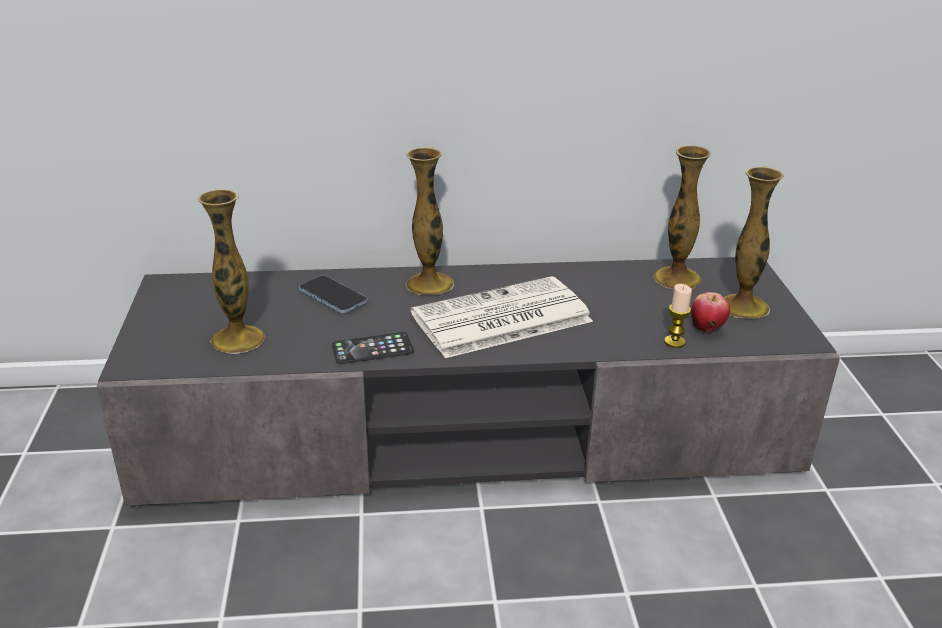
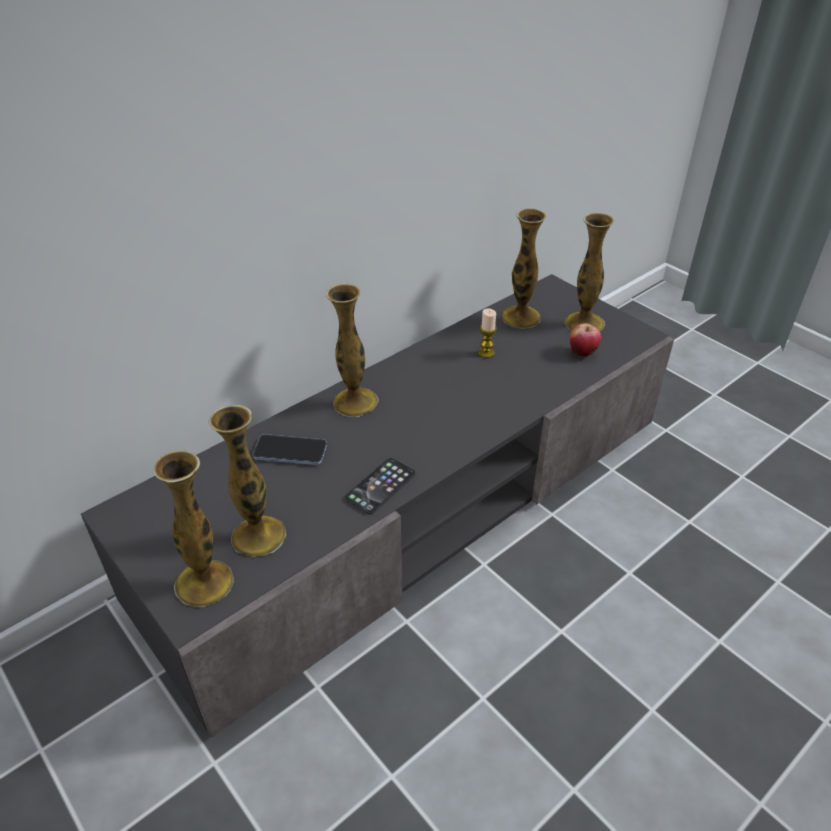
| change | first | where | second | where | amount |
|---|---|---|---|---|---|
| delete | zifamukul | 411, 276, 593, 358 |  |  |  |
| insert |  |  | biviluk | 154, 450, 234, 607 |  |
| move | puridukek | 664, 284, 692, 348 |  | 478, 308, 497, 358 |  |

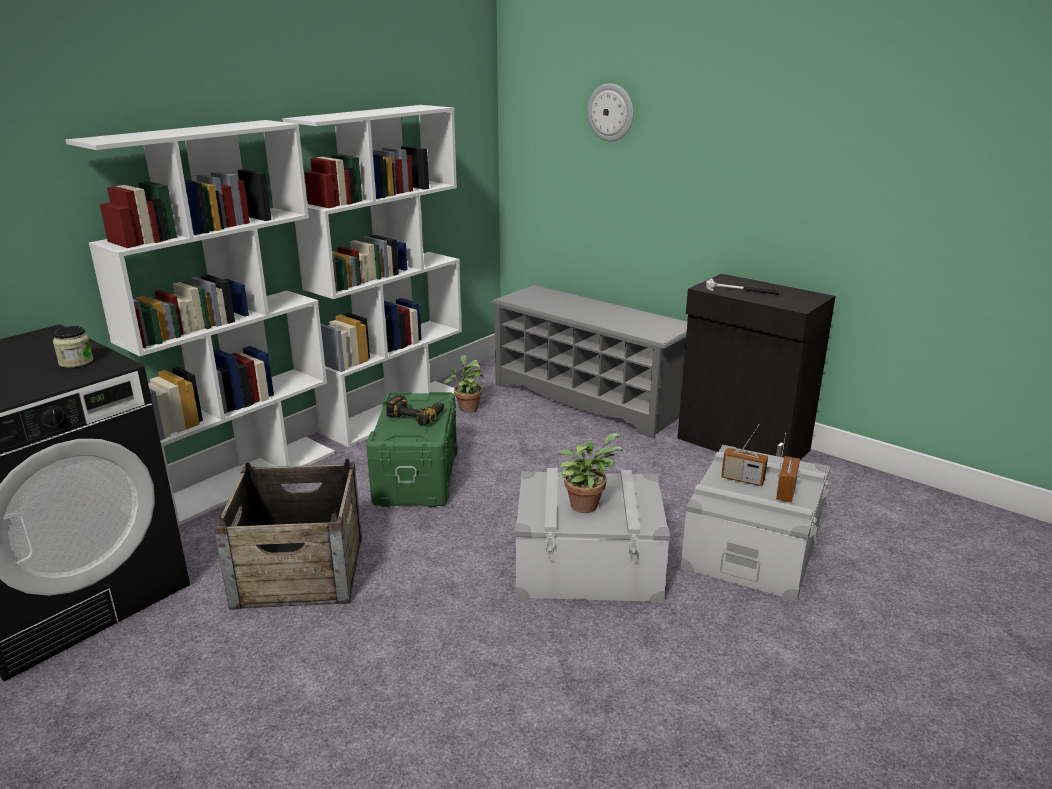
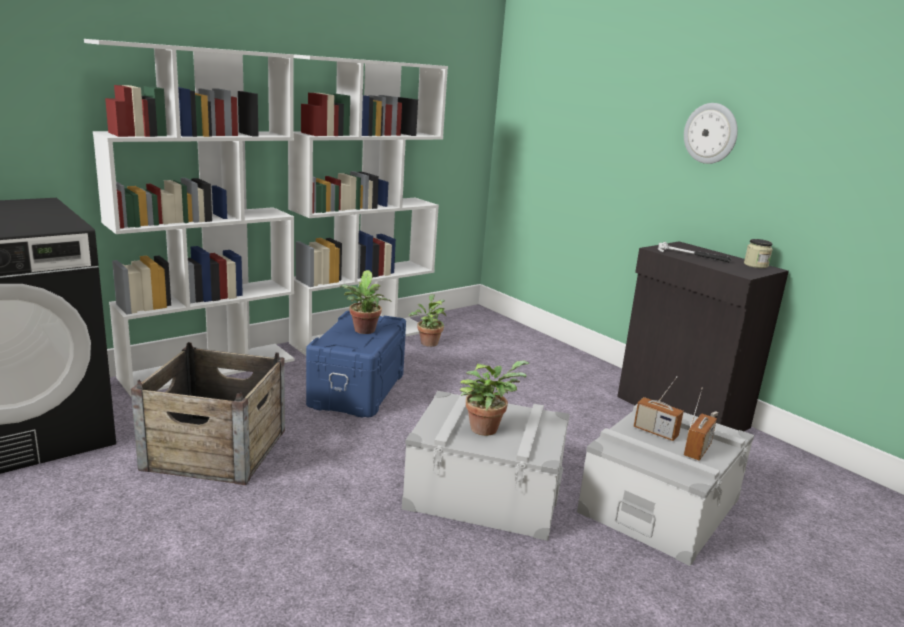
| change | first | where | second | where | amount |
|---|---|---|---|---|---|
| delete | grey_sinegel | 491, 285, 687, 439 |  |  |  |
| move | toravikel | 53, 326, 94, 368 |  | 744, 239, 773, 268 |  |
| move | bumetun | 587, 83, 633, 141 |  | 684, 103, 738, 164 |  |
| replace | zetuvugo | 386, 395, 444, 426 | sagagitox | 340, 270, 392, 334 |  |
| recolor | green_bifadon | 366, 392, 458, 507 | blue_bifadon | 306, 311, 406, 418 |  |

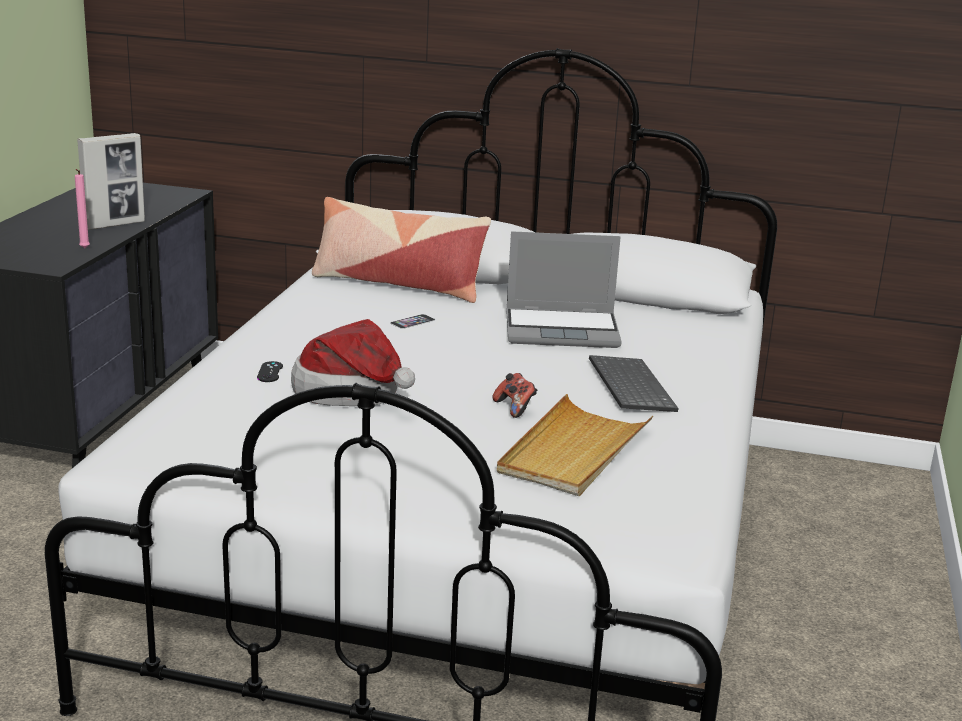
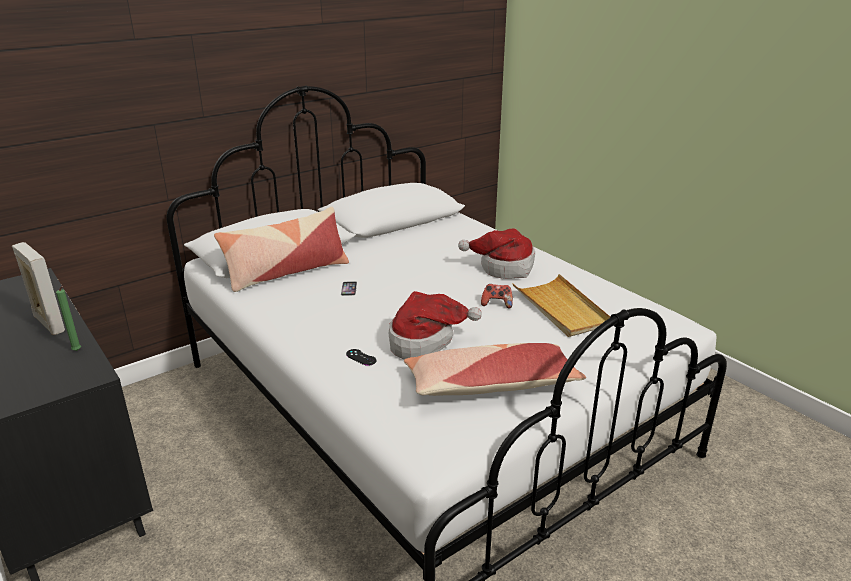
| change | first | where | second | where | amount |
|---|---|---|---|---|---|
| delete | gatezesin | 506, 231, 622, 348 |  |  |  |
| insert |  |  | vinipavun | 404, 343, 586, 396 |  |
| replace | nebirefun | 589, 355, 679, 412 | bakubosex | 458, 228, 535, 279 |  |
| recolor | pink_puridukek | 75, 169, 90, 248 | green_puridukek | 56, 286, 81, 351 |  |
| rotate | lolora | 77, 133, 145, 230 |  | 12, 242, 65, 335 | 45 degrees counterclockwise |

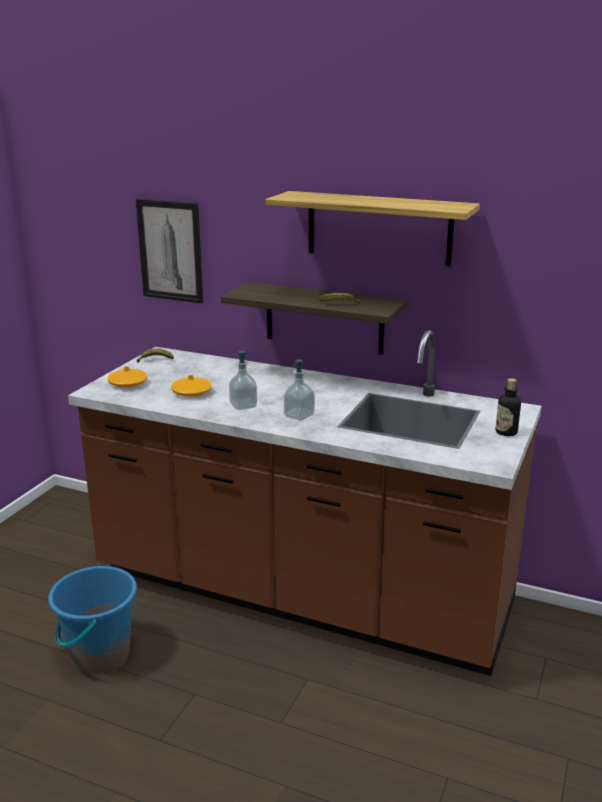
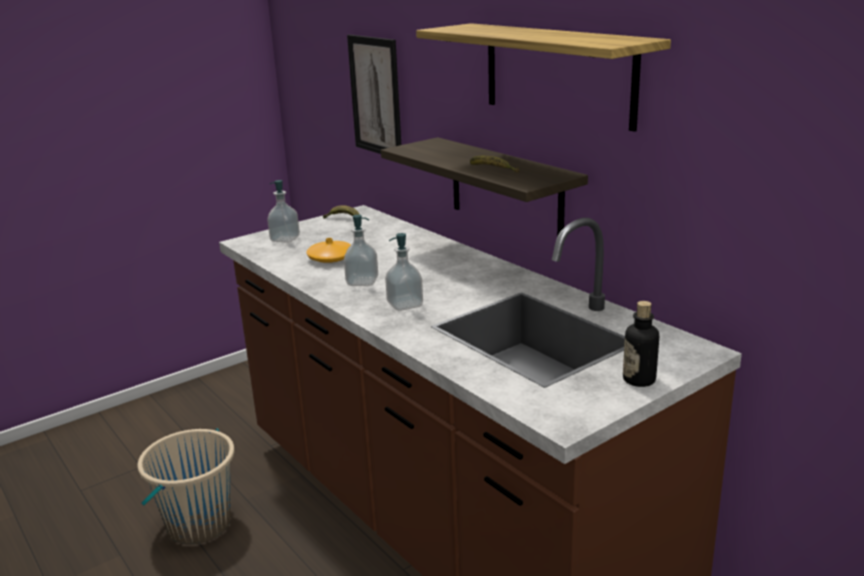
| change | first | where | second | where | amount |
|---|---|---|---|---|---|
| replace | orange_biviluk | 107, 367, 147, 388 | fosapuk | 267, 180, 300, 243 |  |
| recolor | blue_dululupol | 48, 565, 137, 673 | beige_dululupol | 137, 429, 235, 544 |  |

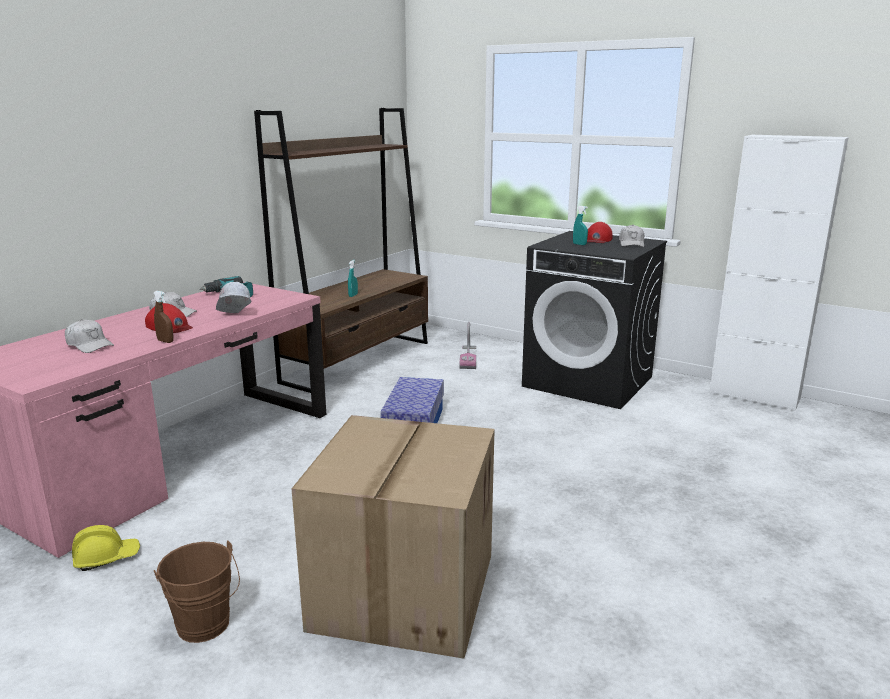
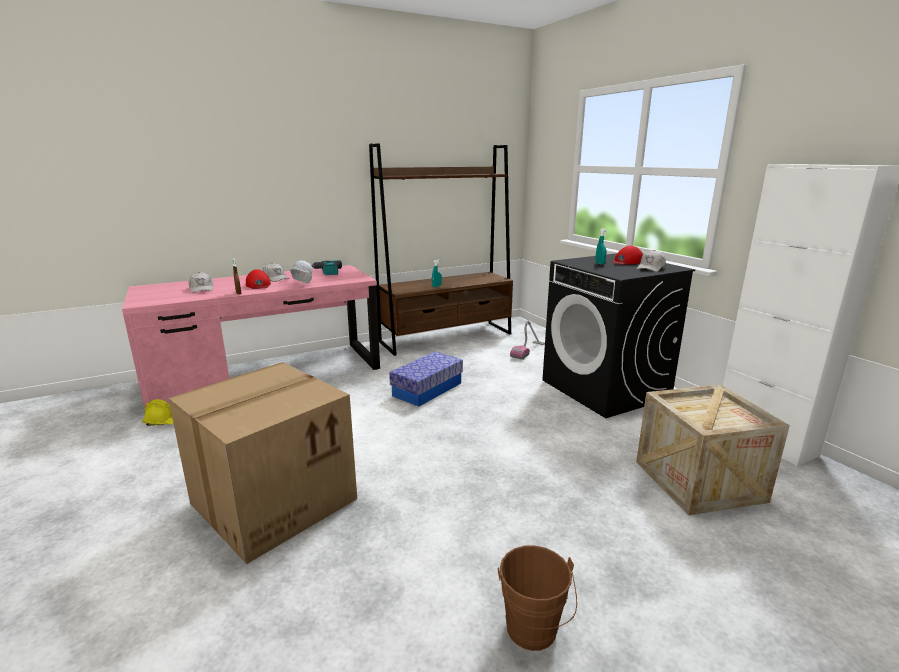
| change | first | where | second | where | amount |
|---|---|---|---|---|---|
| insert |  |  | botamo | 636, 385, 790, 516 |  |
| move | brown_dululupol | 154, 540, 240, 643 |  | 498, 545, 577, 651 |  |

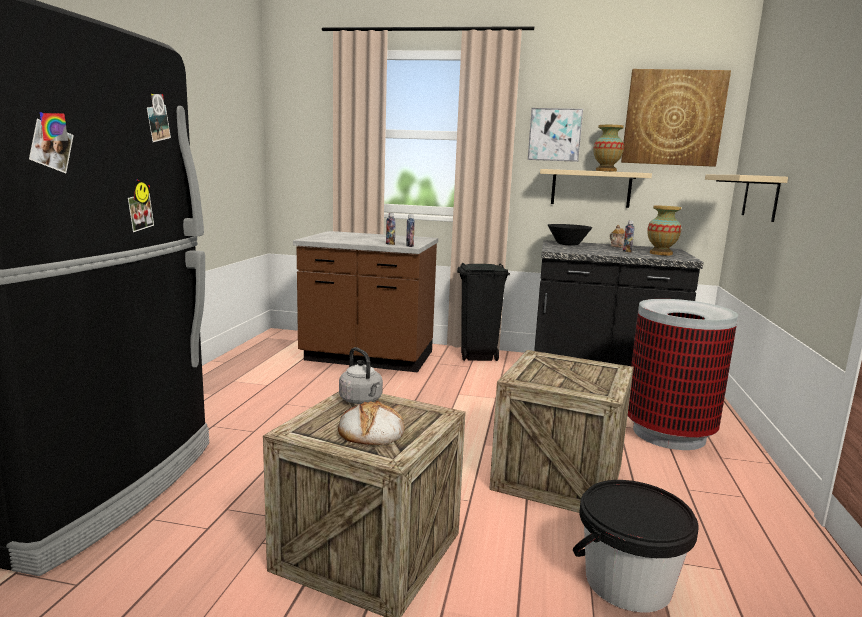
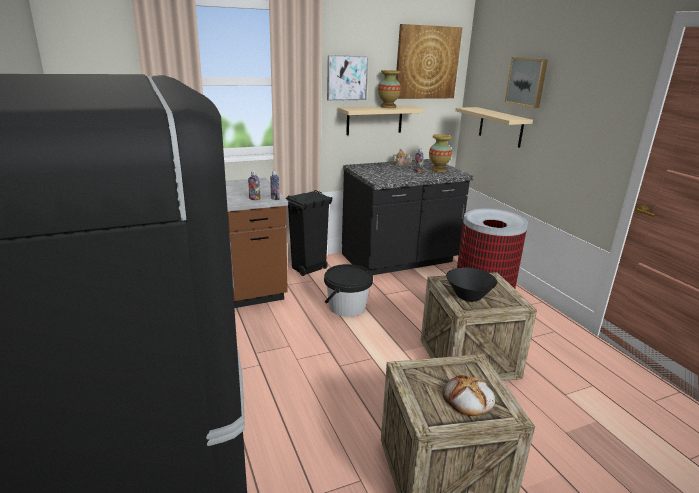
| change | first | where | second | where | amount |
|---|---|---|---|---|---|
| delete | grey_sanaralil | 339, 347, 383, 404 |  |  |  |
| insert |  |  | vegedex | 505, 57, 548, 108 |  |
| move | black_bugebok | 548, 224, 592, 246 |  | 446, 267, 497, 302 |  |
| move | black_dululupol | 573, 480, 699, 613 |  | 324, 264, 373, 317 |  |

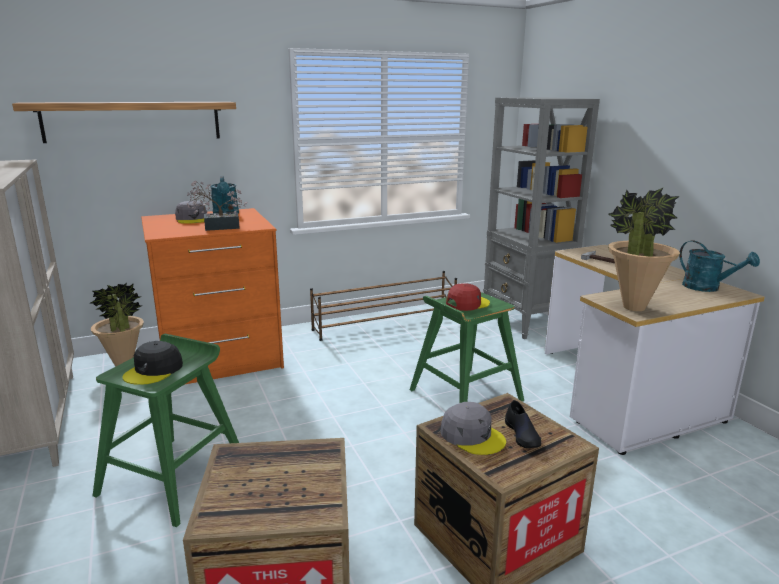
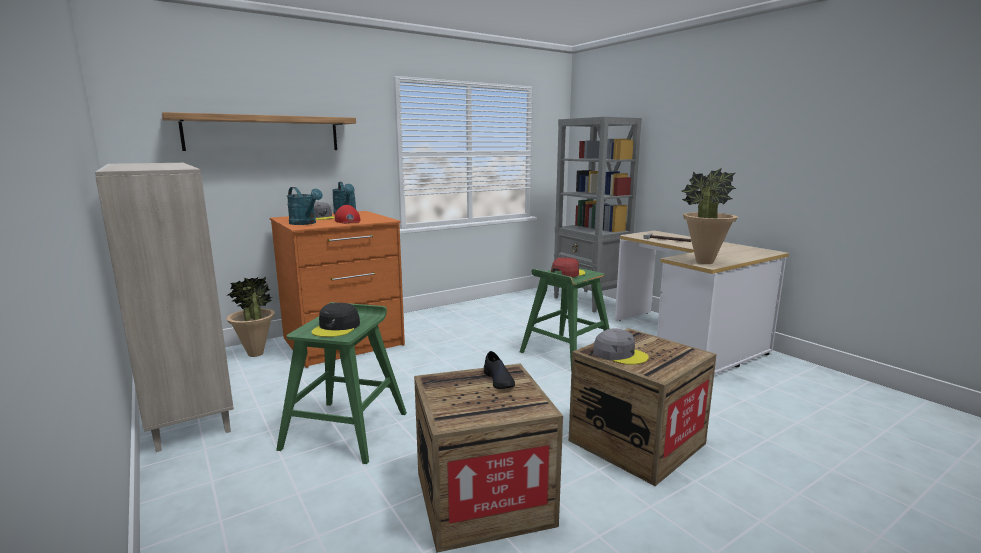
| change | first | where | second | where | amount |
|---|---|---|---|---|---|
| delete | brown_sinegel | 310, 271, 457, 341 |  |  |  |
| move | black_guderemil | 505, 400, 541, 448 |  | 484, 351, 515, 389 |  |
| move | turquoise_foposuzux | 679, 240, 760, 292 |  | 287, 187, 323, 225 |  |
| replace | sagagitox | 187, 180, 247, 231 | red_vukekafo | 335, 205, 361, 224 |  |

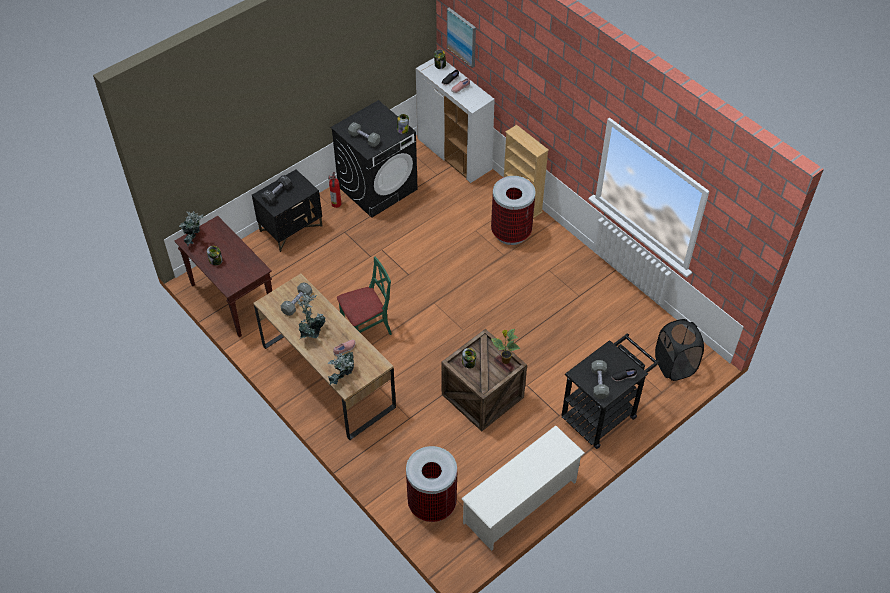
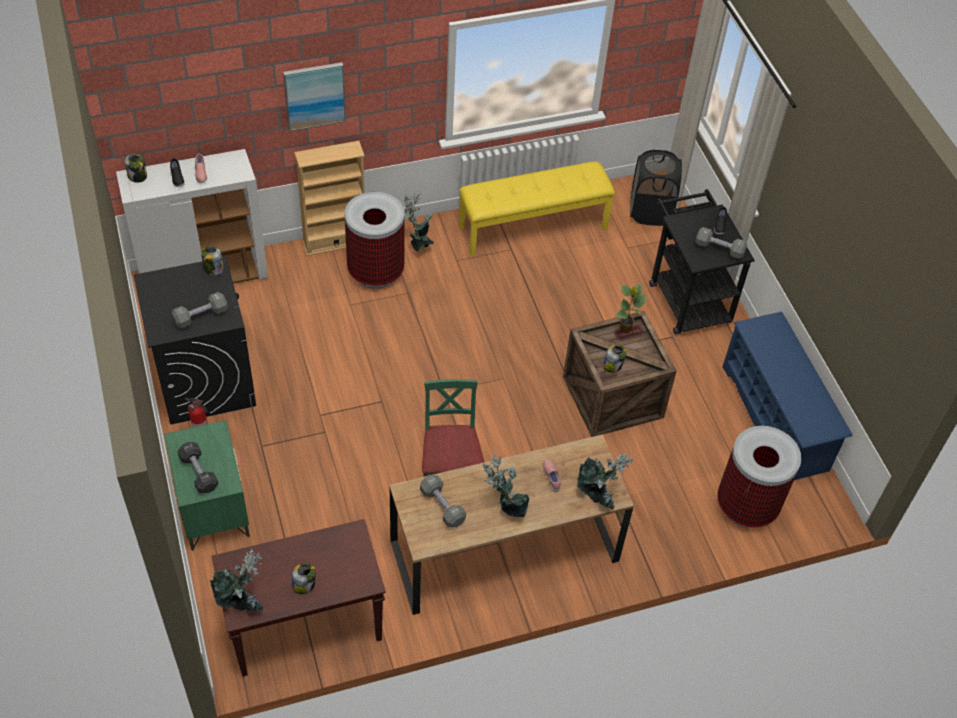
| change | first | where | second | where | amount |
|---|---|---|---|---|---|
| insert |  |  | sagagitox | 403, 194, 434, 251 |  |
| insert |  |  | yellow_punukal | 459, 161, 615, 256 |  |
| move | vegedex | 447, 8, 476, 68 |  | 283, 62, 346, 132 |  |
| recolor | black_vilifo | 252, 169, 322, 252 | green_vilifo | 164, 420, 250, 551 |  |
| recolor | white_sinegel | 461, 425, 585, 551 | blue_sinegel | 723, 312, 852, 480 |  |

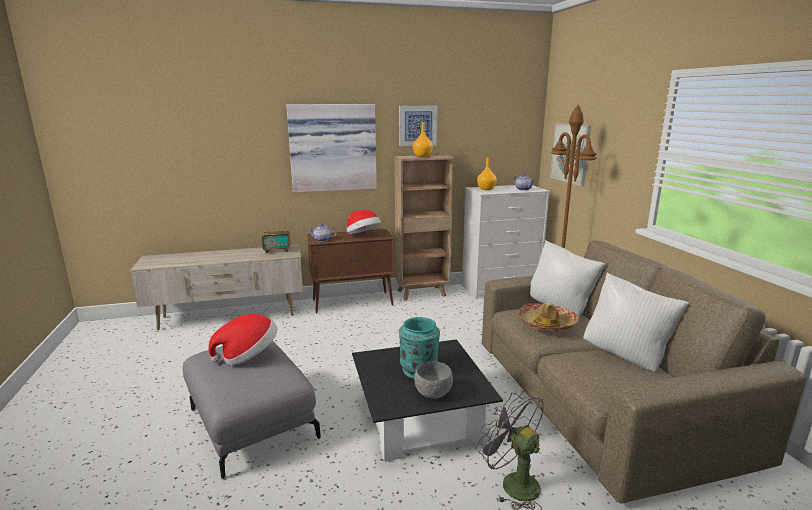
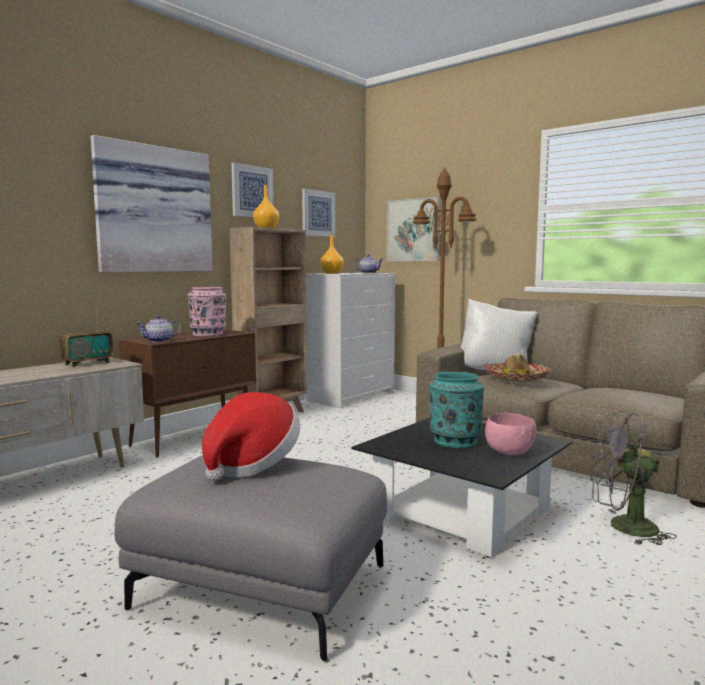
| change | first | where | second | where | amount |
|---|---|---|---|---|---|
| delete | white_vinipavun | 583, 272, 689, 372 |  |  |  |
| insert |  |  | vegedex | 302, 189, 335, 237 |  |
| replace | bakubosex | 346, 210, 381, 234 | pink_biviluk | 188, 287, 227, 336 |  |
| recolor | grey_bugebok | 414, 361, 453, 399 | pink_bugebok | 485, 413, 537, 455 |  |

